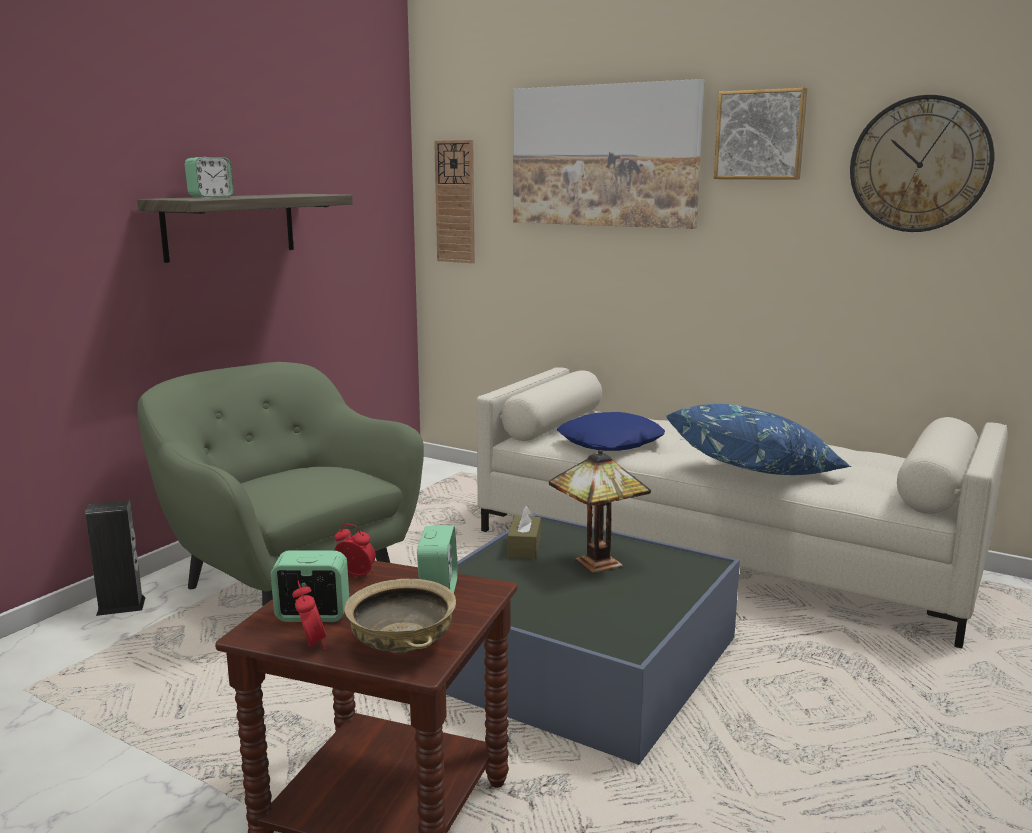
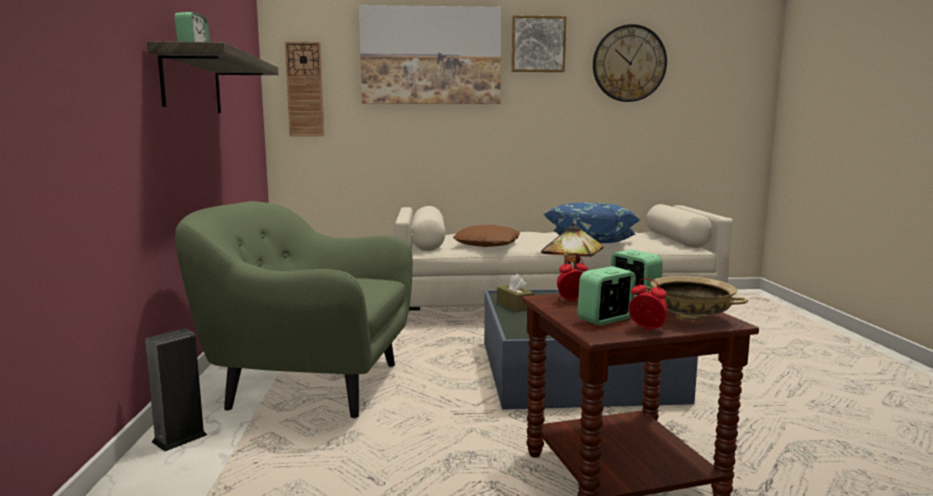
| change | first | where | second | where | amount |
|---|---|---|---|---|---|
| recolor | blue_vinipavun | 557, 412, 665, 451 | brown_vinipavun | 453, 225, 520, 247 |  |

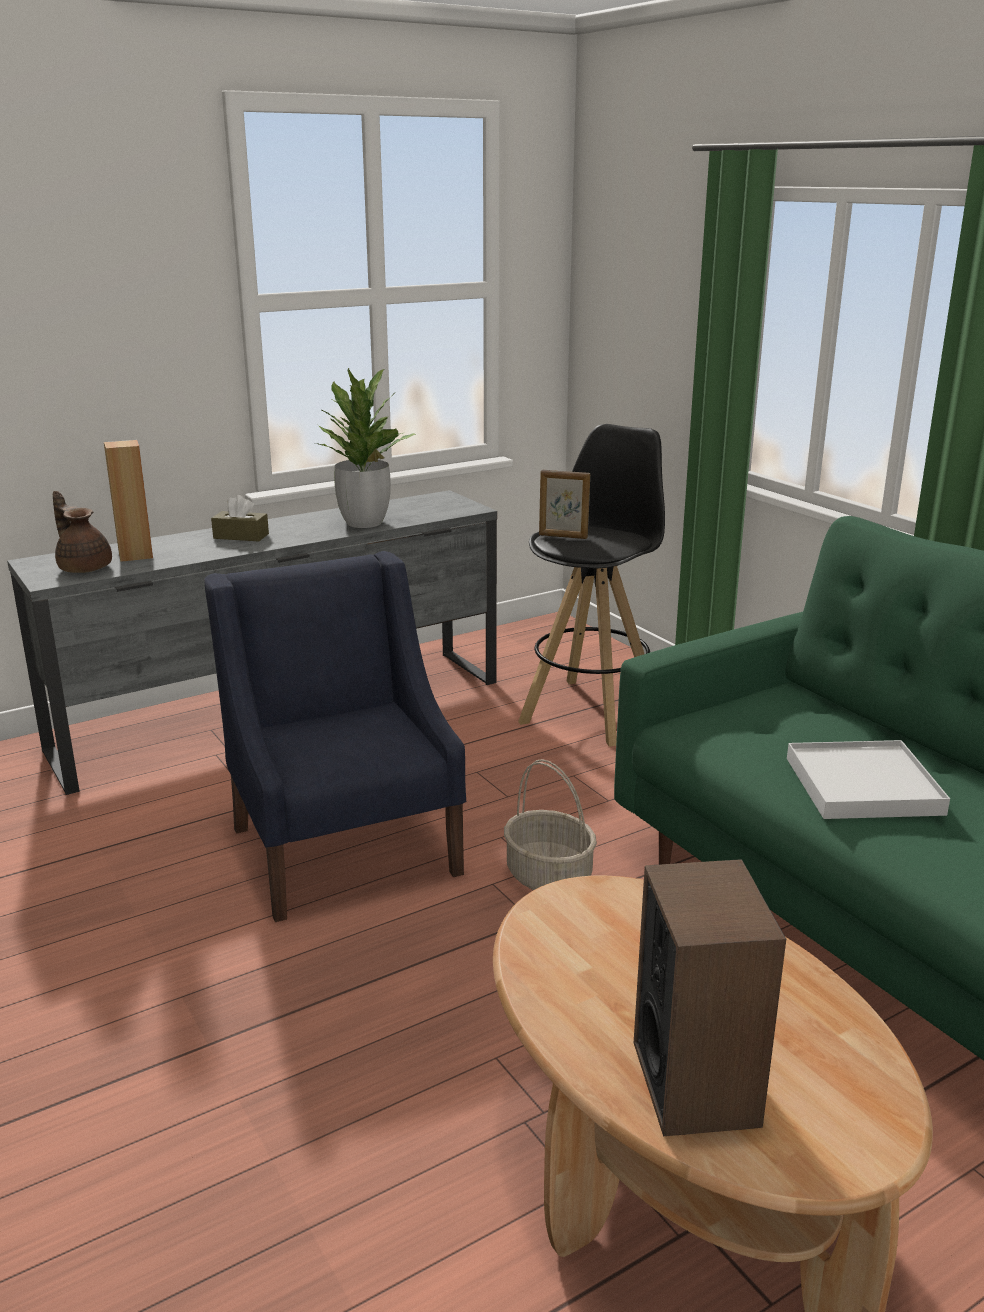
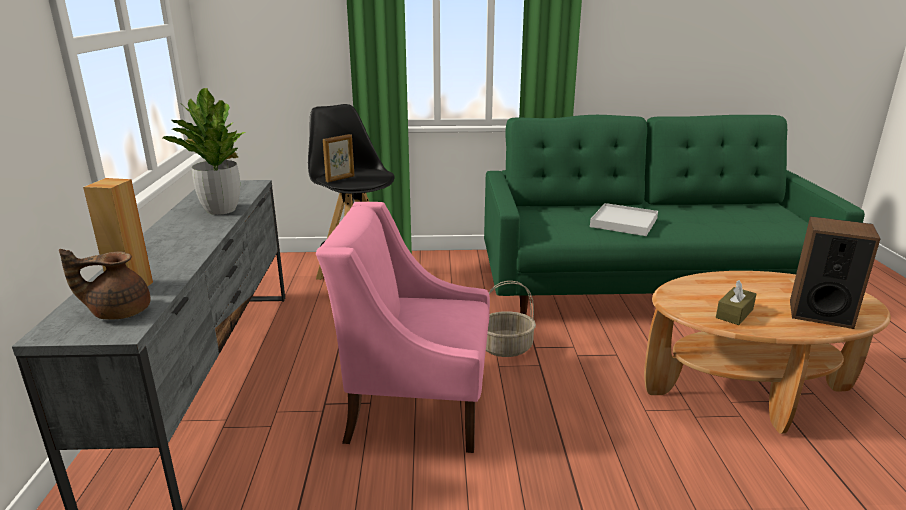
| change | first | where | second | where | amount |
|---|---|---|---|---|---|
| move | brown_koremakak | 211, 495, 269, 541 |  | 716, 280, 756, 325 |  |
| recolor | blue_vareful | 204, 551, 466, 922 | pink_vareful | 316, 202, 490, 453 |  |

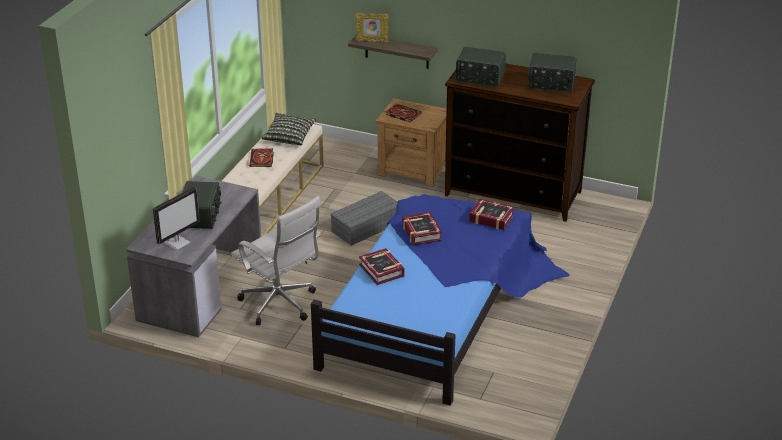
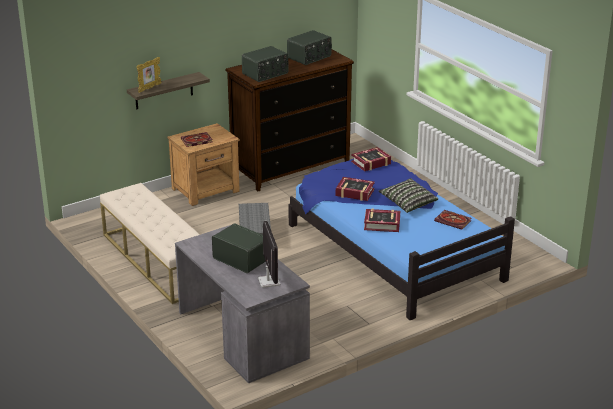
| change | first | where | second | where | amount |
|---|---|---|---|---|---|
| delete | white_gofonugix | 231, 196, 321, 325 |  |  |  |
| move | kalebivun | 250, 148, 274, 167 |  | 434, 210, 471, 230 |  |
| move | vinipavun | 262, 113, 317, 145 |  | 378, 178, 438, 213 |  |

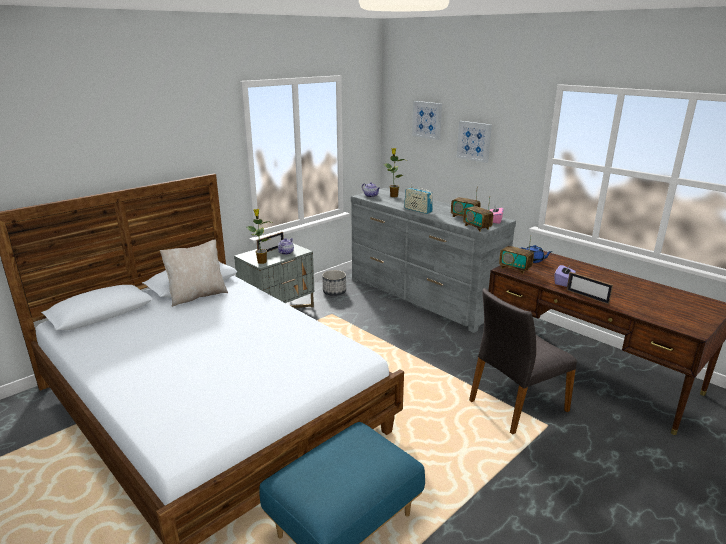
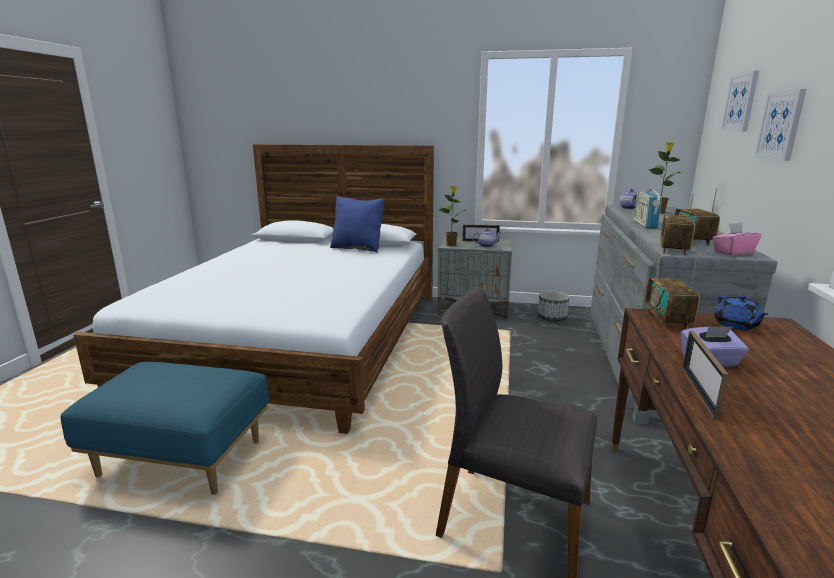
| change | first | where | second | where | amount |
|---|---|---|---|---|---|
| recolor | beige_vinipavun | 160, 239, 228, 307 | blue_vinipavun | 330, 196, 385, 253 |  |

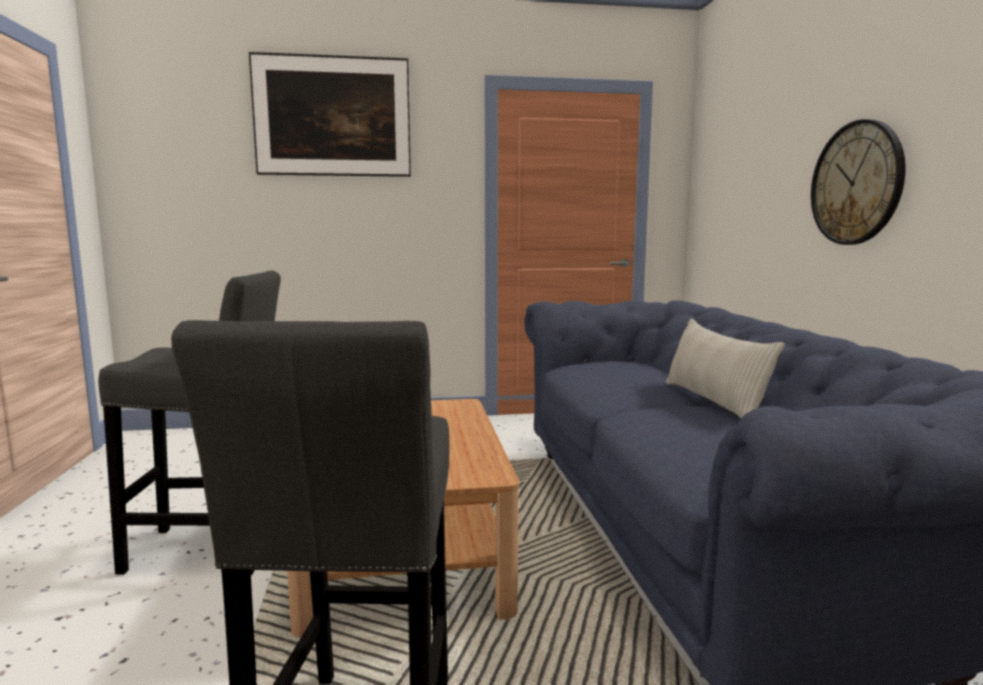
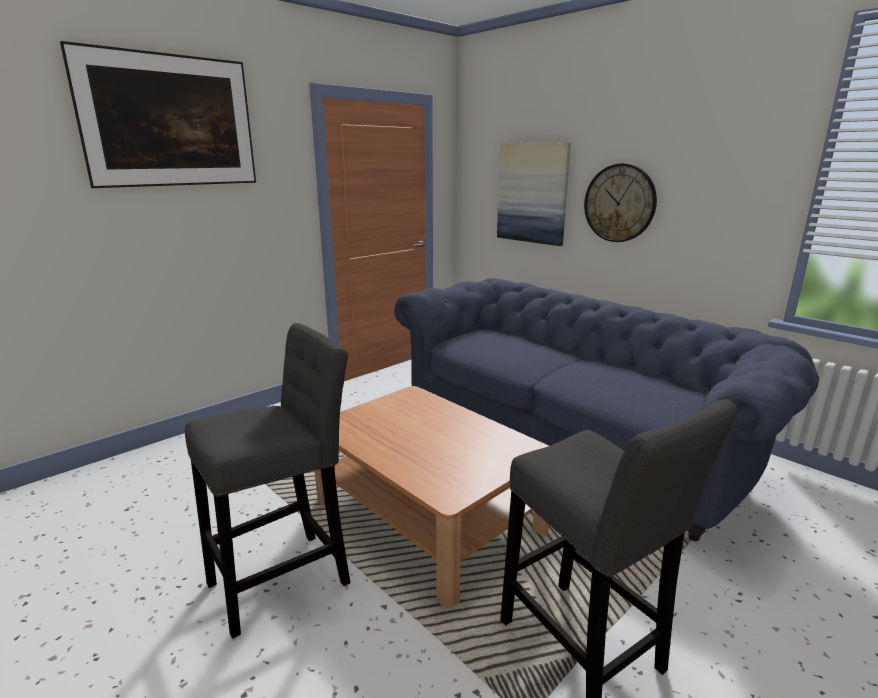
| change | first | where | second | where | amount |
|---|---|---|---|---|---|
| delete | beige_vinipavun | 666, 319, 785, 418 |  |  |  |
| insert |  |  | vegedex | 497, 142, 571, 246 |  |

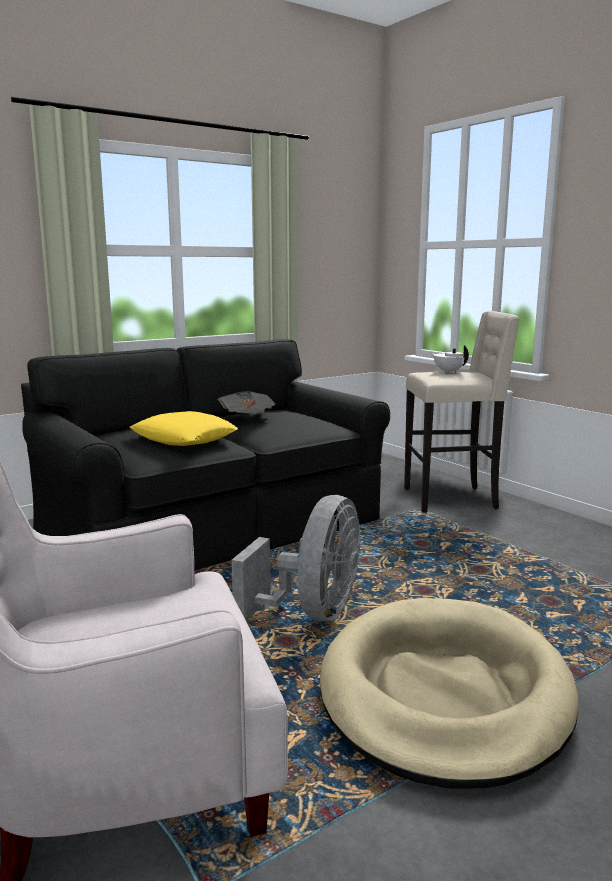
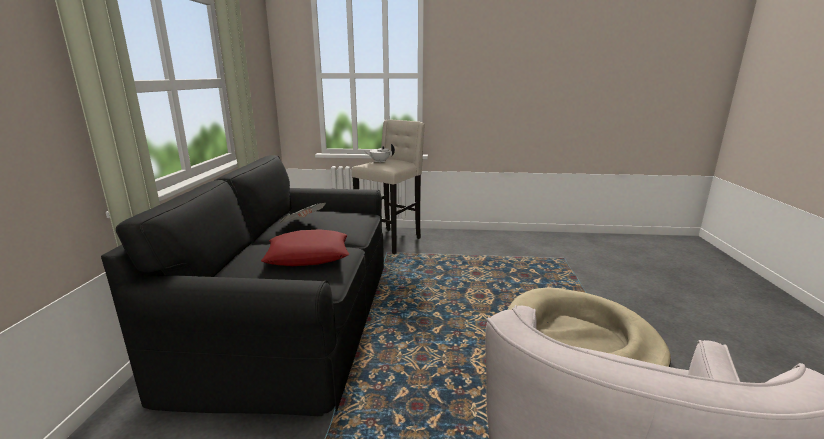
| change | first | where | second | where | amount |
|---|---|---|---|---|---|
| delete | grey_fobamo | 232, 495, 360, 621 |  |  |  |
| recolor | yellow_vinipavun | 130, 411, 238, 446 | red_vinipavun | 261, 229, 349, 266 |  |

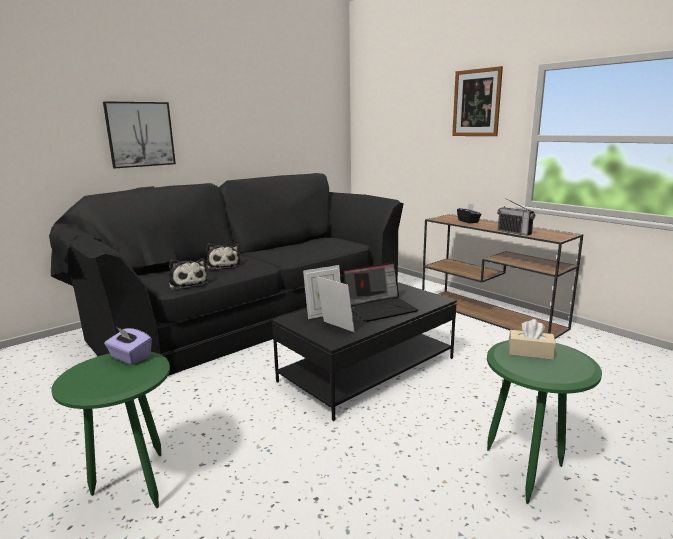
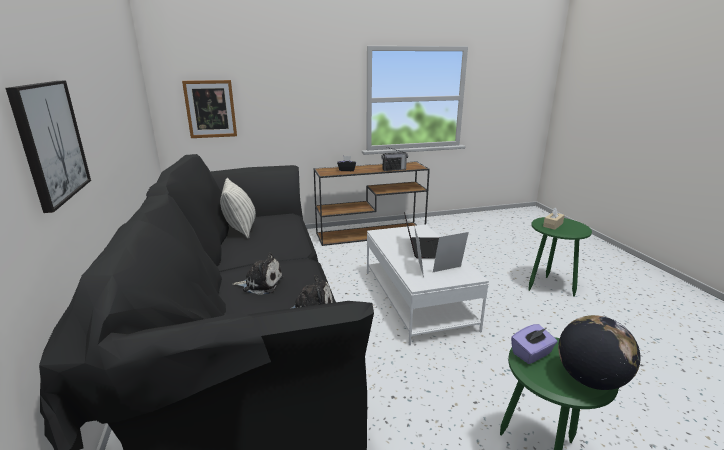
| change | first | where | second | where | amount |
|---|---|---|---|---|---|
| insert |  |  | vinipavun | 220, 178, 256, 238 |  |
| insert |  |  | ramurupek | 558, 315, 641, 390 |  |
| move | vegedex | 452, 66, 503, 136 |  | 182, 80, 237, 138 |  |
| recolor | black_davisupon | 272, 282, 457, 421 | white_davisupon | 367, 224, 489, 345 |  |

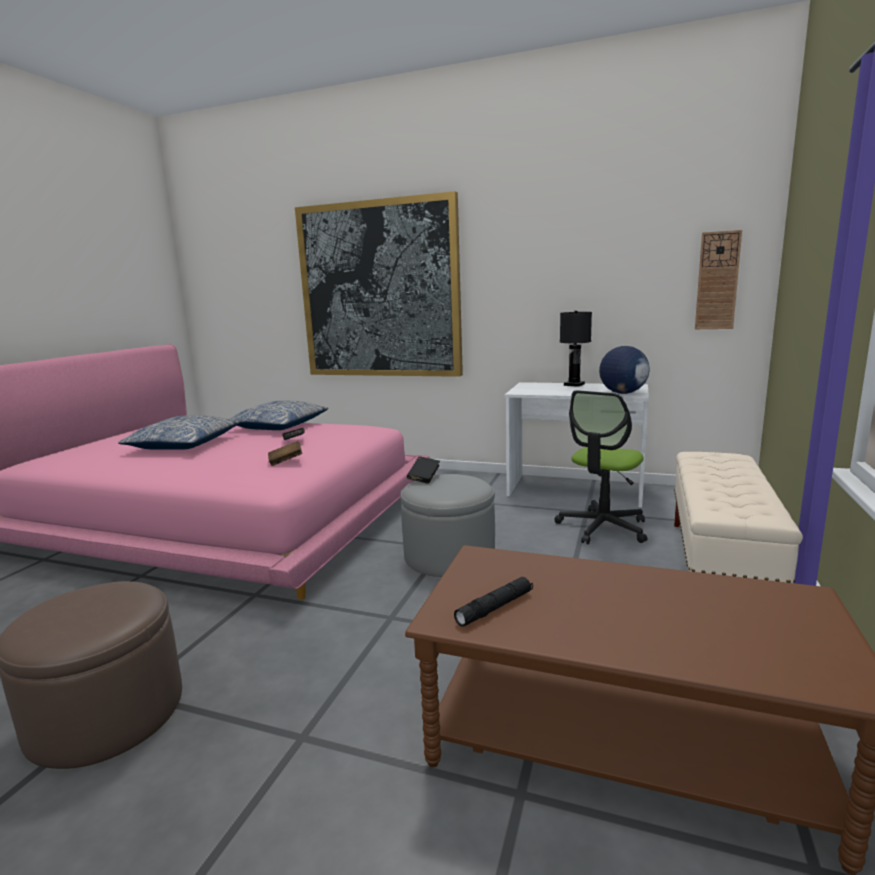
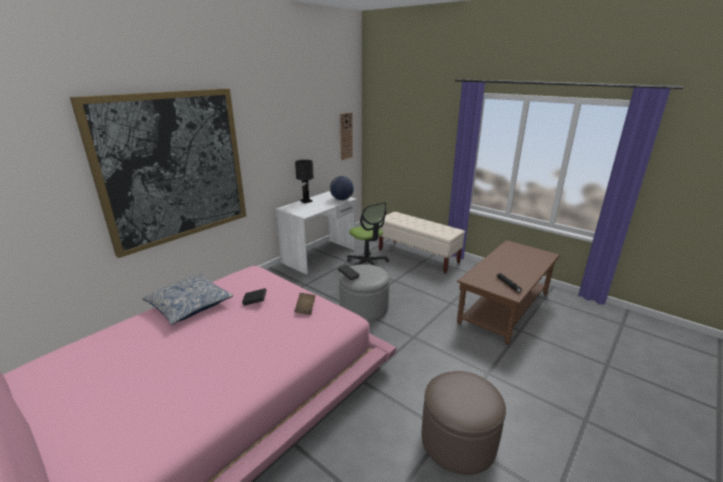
| change | first | where | second | where | amount |
|---|---|---|---|---|---|
| delete | vinipavun | 118, 415, 240, 450 |  |  |  |

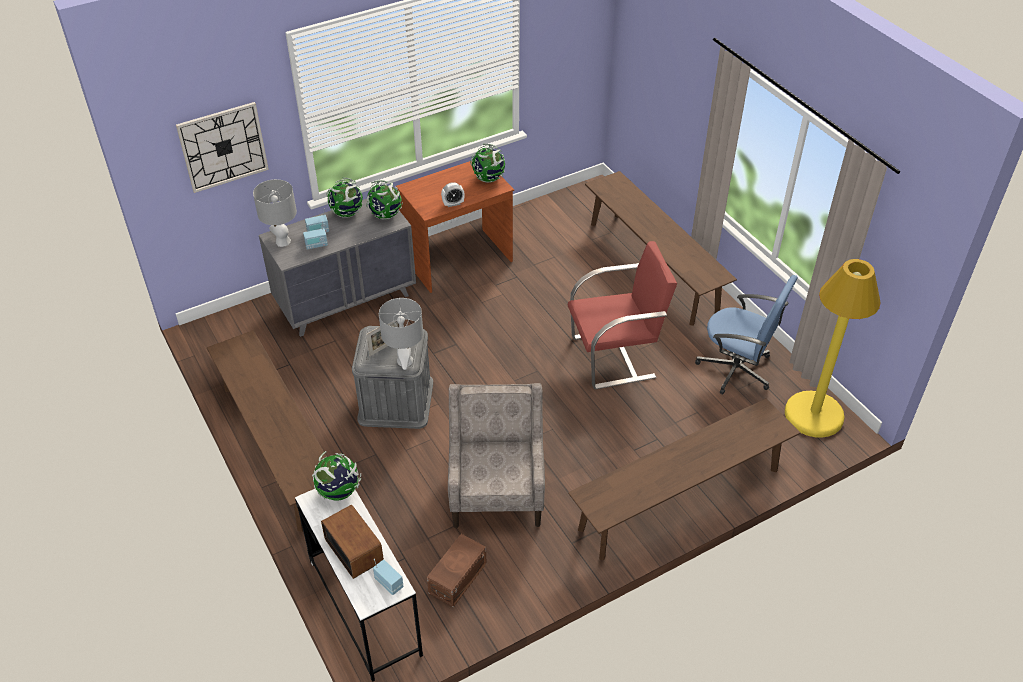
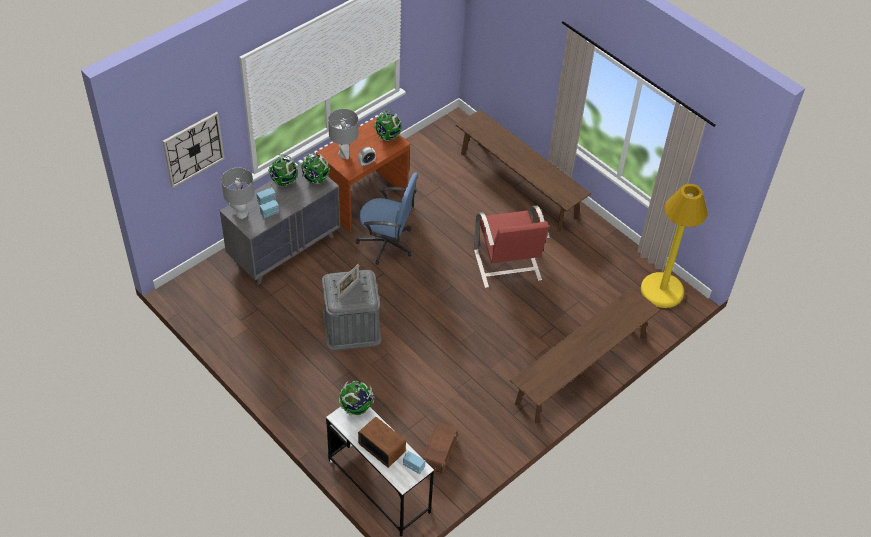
| change | first | where | second | where | amount |
|---|---|---|---|---|---|
| delete | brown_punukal | 207, 330, 327, 532 |  |  |  |
| delete | beige_vareful | 448, 383, 545, 528 |  |  |  |
| move | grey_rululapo | 379, 298, 423, 370 |  | 328, 109, 358, 160 |  |
| move | blue_gofonugix | 695, 275, 798, 394 |  | 356, 173, 418, 265 |  |
| rotate | red_vareful | 568, 241, 677, 389 |  | 474, 205, 550, 288 | 105 degrees clockwise |

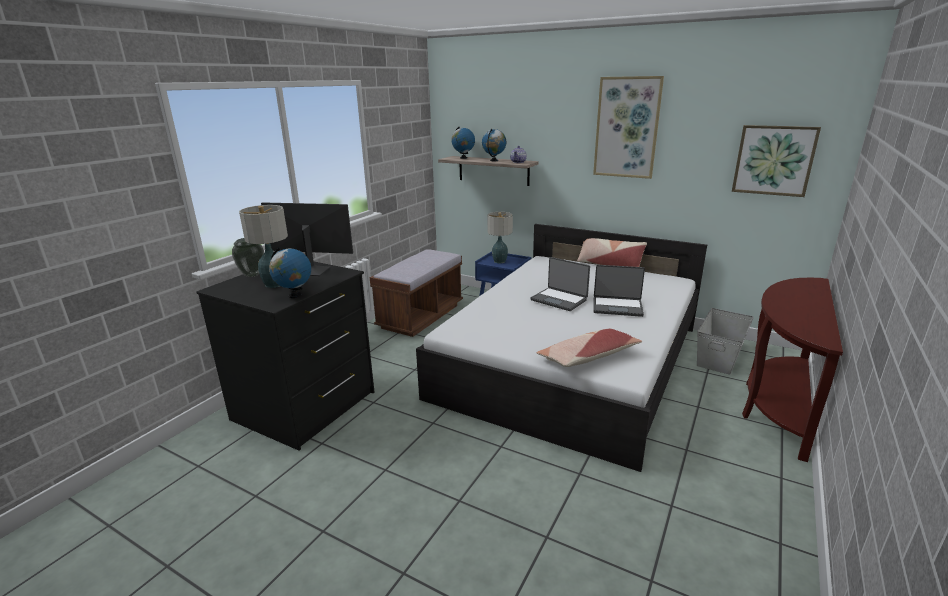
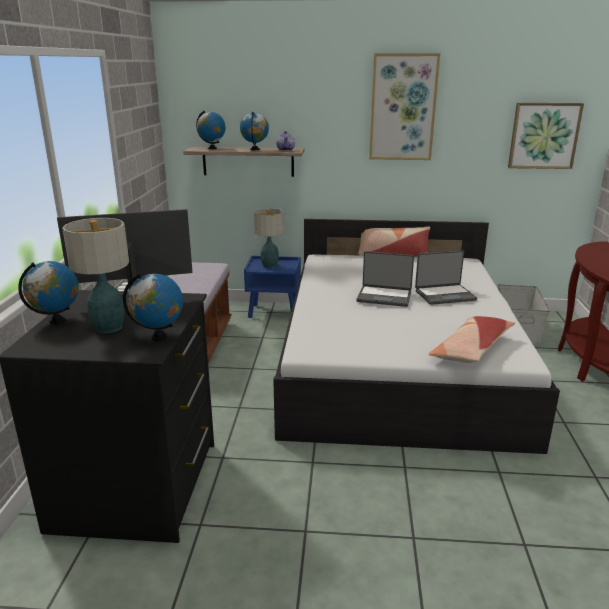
| change | first | where | second | where | amount |
|---|---|---|---|---|---|
| replace | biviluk | 232, 238, 264, 277 | ramurupek | 18, 261, 79, 325 |  |

